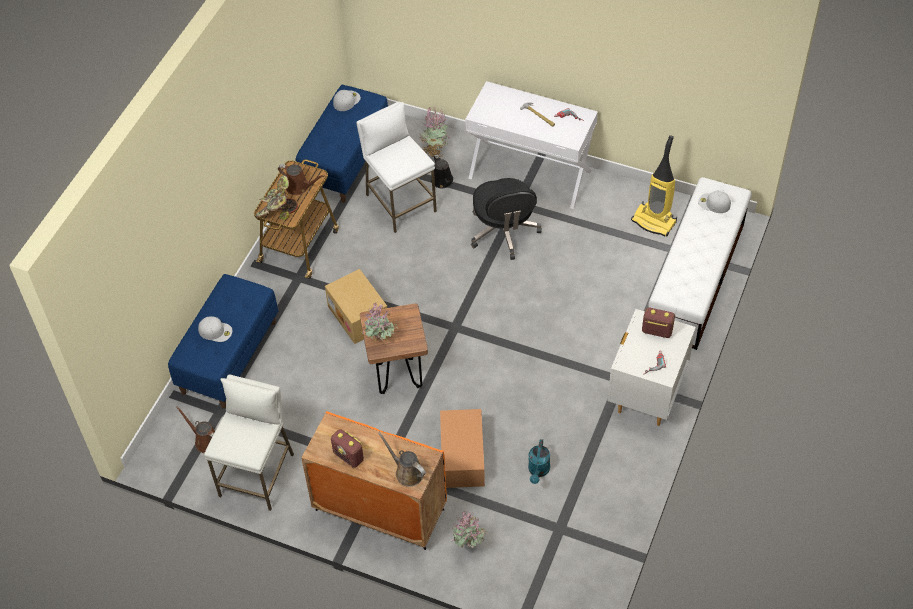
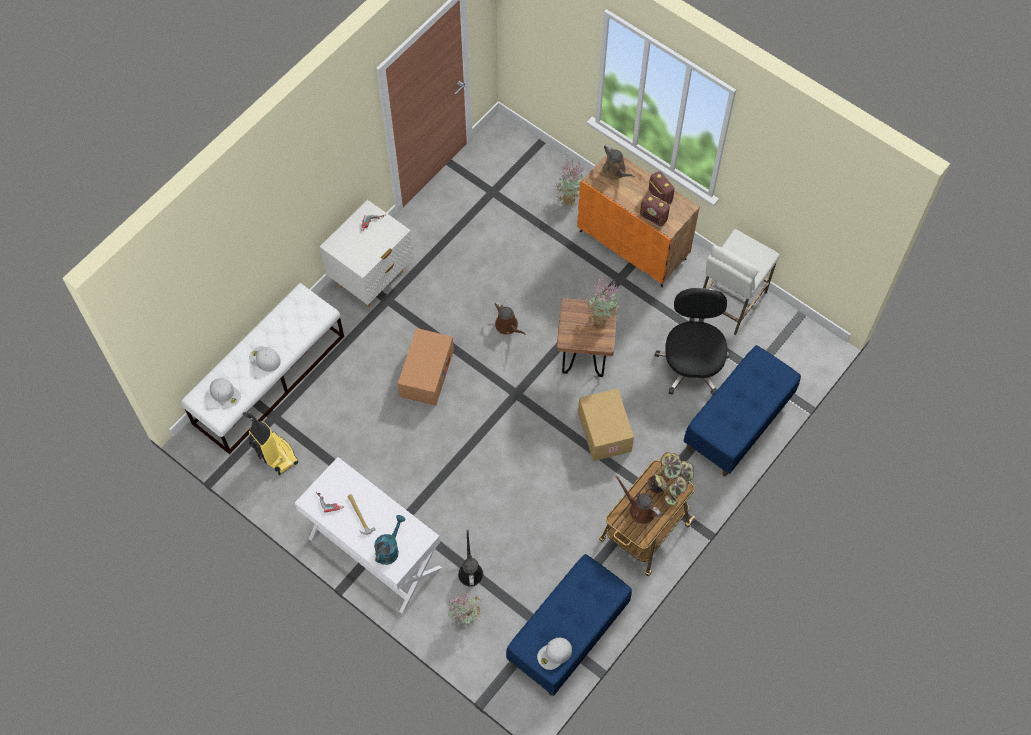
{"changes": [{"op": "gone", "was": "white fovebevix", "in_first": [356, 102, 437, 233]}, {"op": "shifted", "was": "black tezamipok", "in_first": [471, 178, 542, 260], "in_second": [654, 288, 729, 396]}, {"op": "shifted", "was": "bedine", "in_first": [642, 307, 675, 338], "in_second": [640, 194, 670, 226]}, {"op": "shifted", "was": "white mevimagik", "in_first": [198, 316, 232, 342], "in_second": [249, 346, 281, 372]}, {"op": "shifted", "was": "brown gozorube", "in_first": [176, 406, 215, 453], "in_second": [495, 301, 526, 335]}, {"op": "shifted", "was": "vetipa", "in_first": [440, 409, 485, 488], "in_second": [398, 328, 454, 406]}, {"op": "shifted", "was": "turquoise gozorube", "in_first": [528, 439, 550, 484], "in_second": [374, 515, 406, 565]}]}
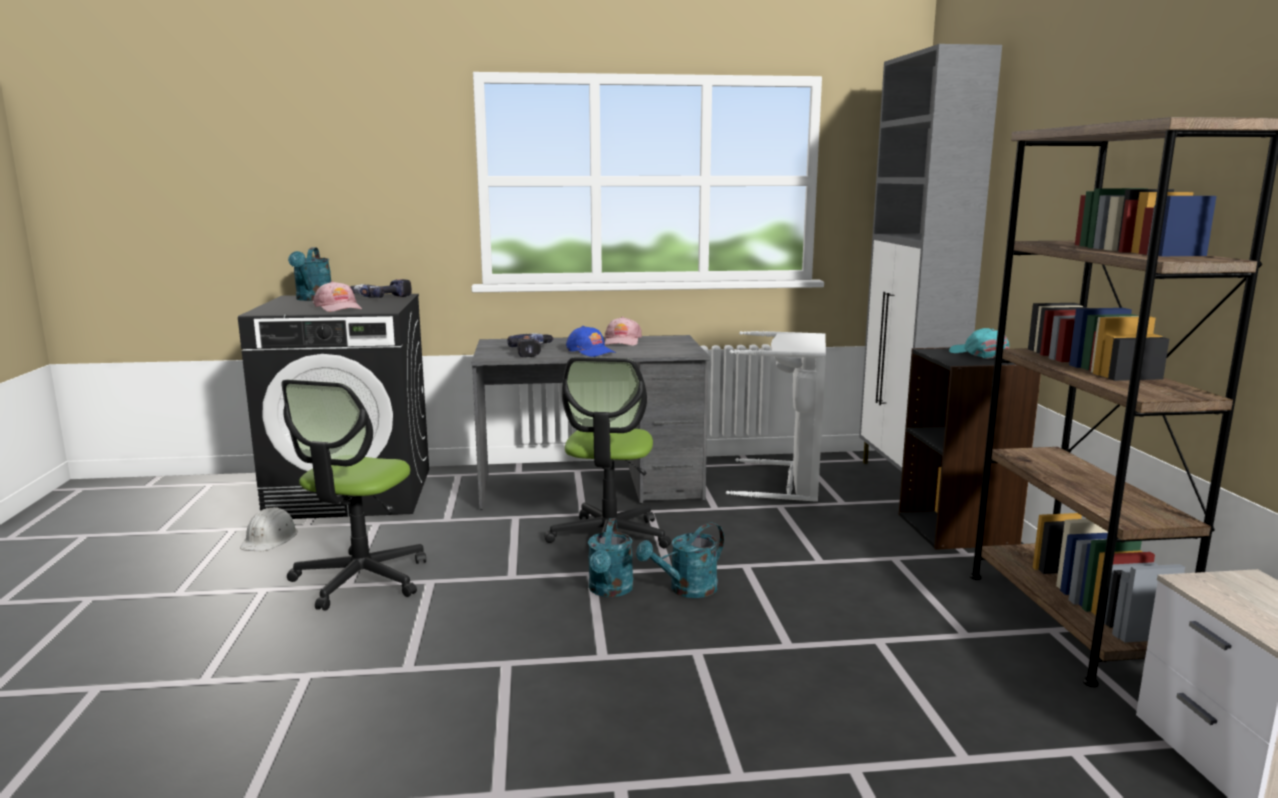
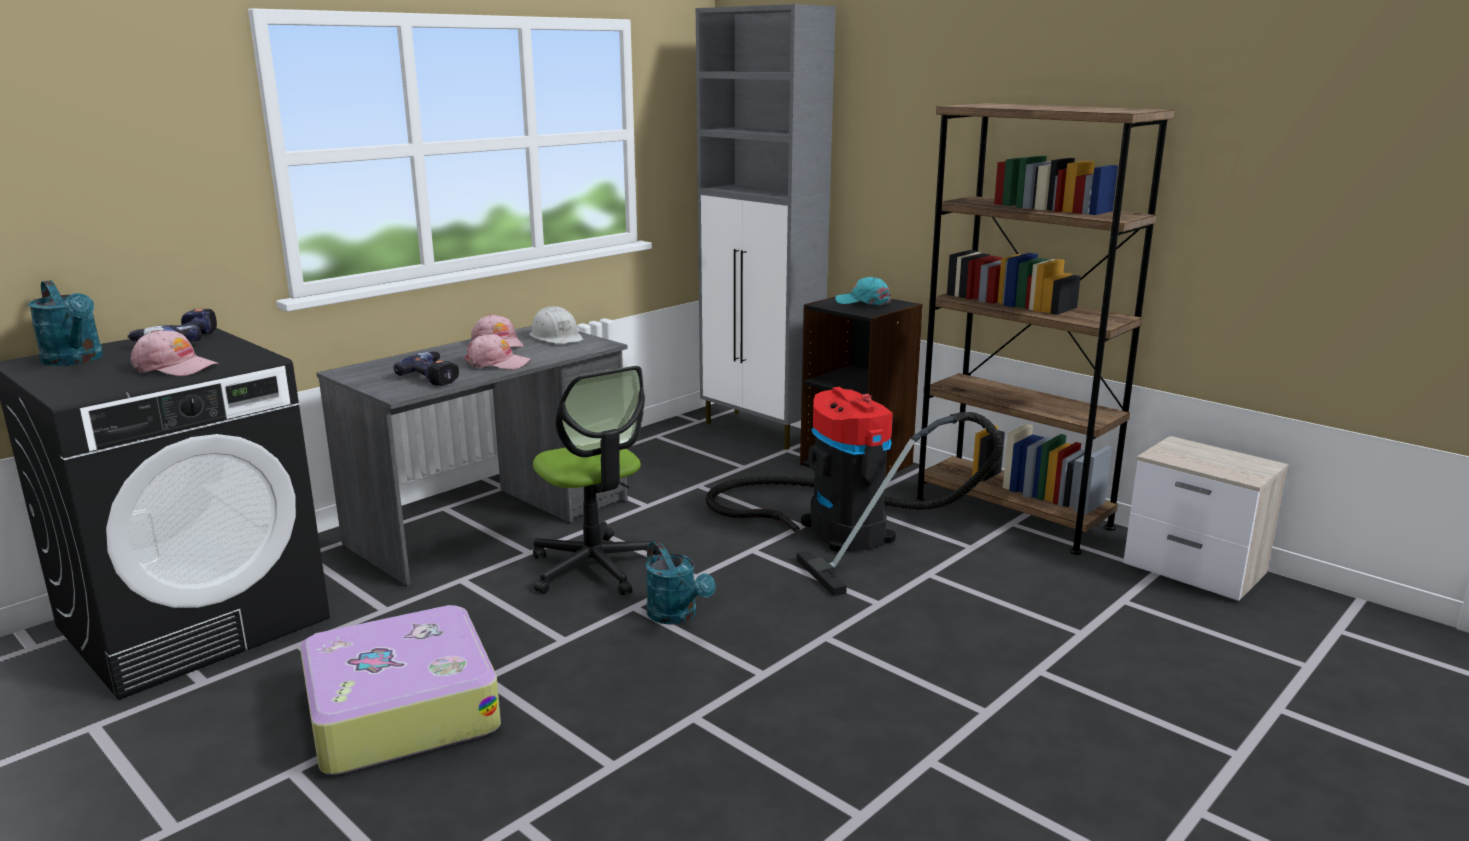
{"changes": [{"op": "repainted", "was": "blue mevimagik", "now": "pink mevimagik", "in_first": [566, 326, 616, 357], "in_second": [464, 334, 531, 369]}, {"op": "gone", "was": "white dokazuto", "in_first": [726, 331, 826, 502]}, {"op": "swapped", "was": "tezamipok", "now": "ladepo", "in_first": [281, 380, 426, 611], "in_second": [300, 605, 501, 775]}, {"op": "shifted", "was": "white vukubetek", "in_first": [240, 507, 298, 551], "in_second": [530, 306, 583, 344]}, {"op": "gone", "was": "turquoise gozorube", "in_first": [636, 523, 724, 598]}, {"op": "new", "now": "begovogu", "in_second": [706, 387, 1003, 596]}]}
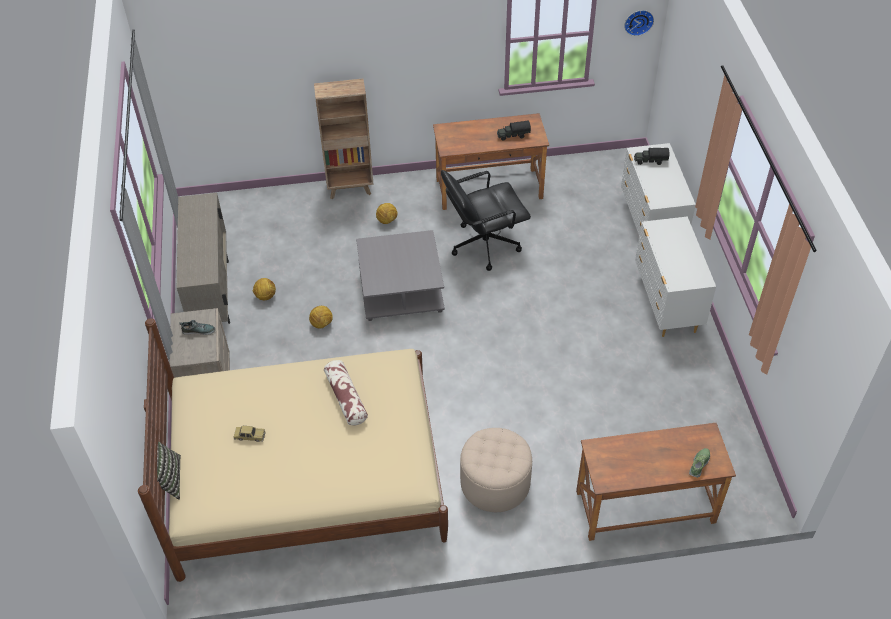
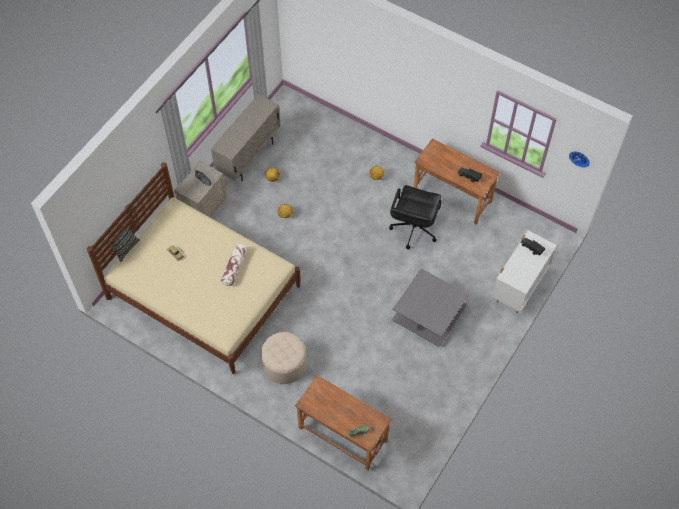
{"changes": [{"op": "gone", "was": "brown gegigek", "in_first": [314, 79, 374, 199]}, {"op": "rotated", "was": "black tezamipok", "in_first": [441, 170, 531, 271], "in_second": [389, 185, 442, 249], "clockwise": -90}, {"op": "gone", "was": "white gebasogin", "in_first": [635, 216, 716, 337]}, {"op": "shifted", "was": "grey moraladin", "in_first": [356, 230, 445, 321], "in_second": [392, 268, 469, 347]}]}
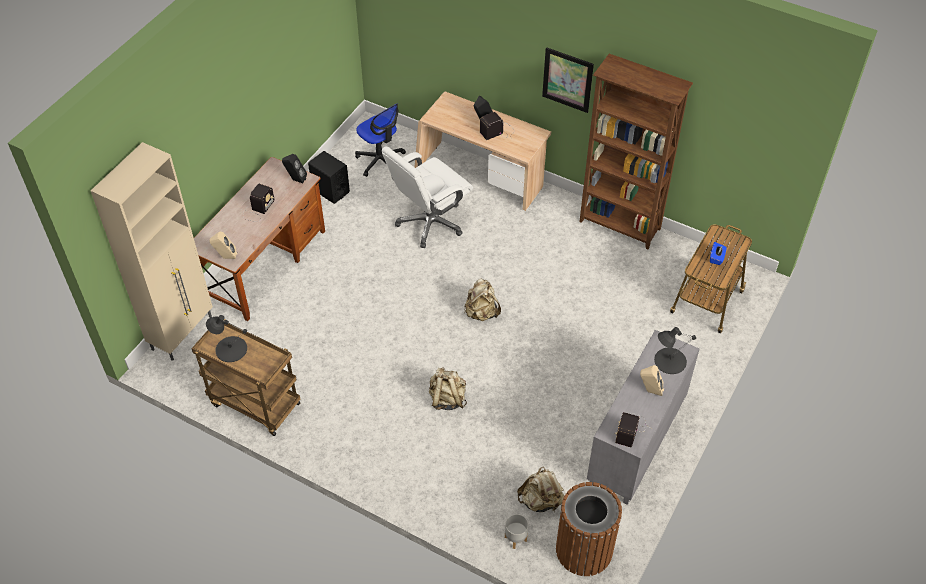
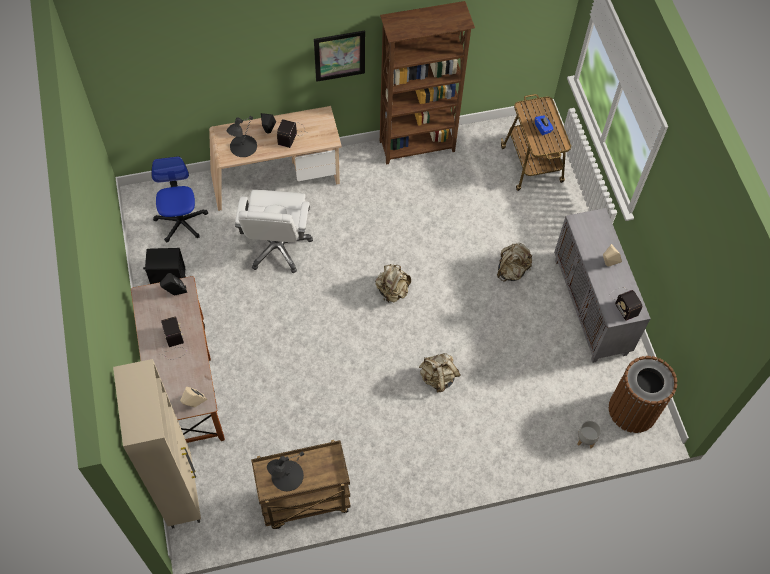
{"changes": [{"op": "rotated", "was": "tezamipok", "in_first": [355, 103, 406, 177], "in_second": [151, 156, 208, 242], "clockwise": -105}, {"op": "shifted", "was": "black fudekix", "in_first": [654, 327, 696, 374], "in_second": [227, 116, 257, 157]}, {"op": "shifted", "was": "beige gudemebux", "in_first": [517, 467, 564, 512], "in_second": [497, 243, 533, 282]}]}
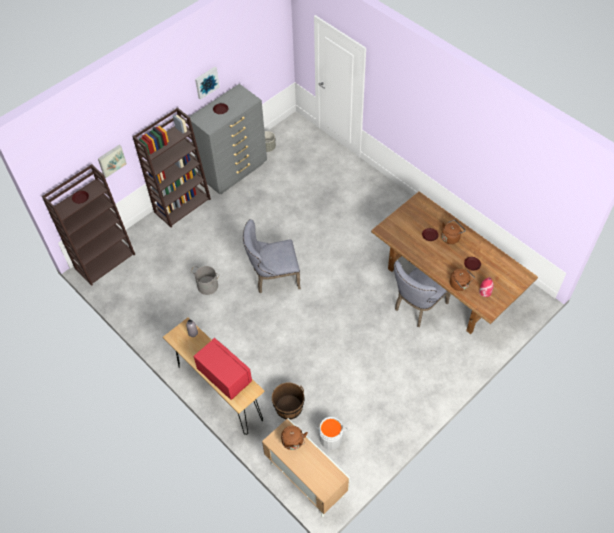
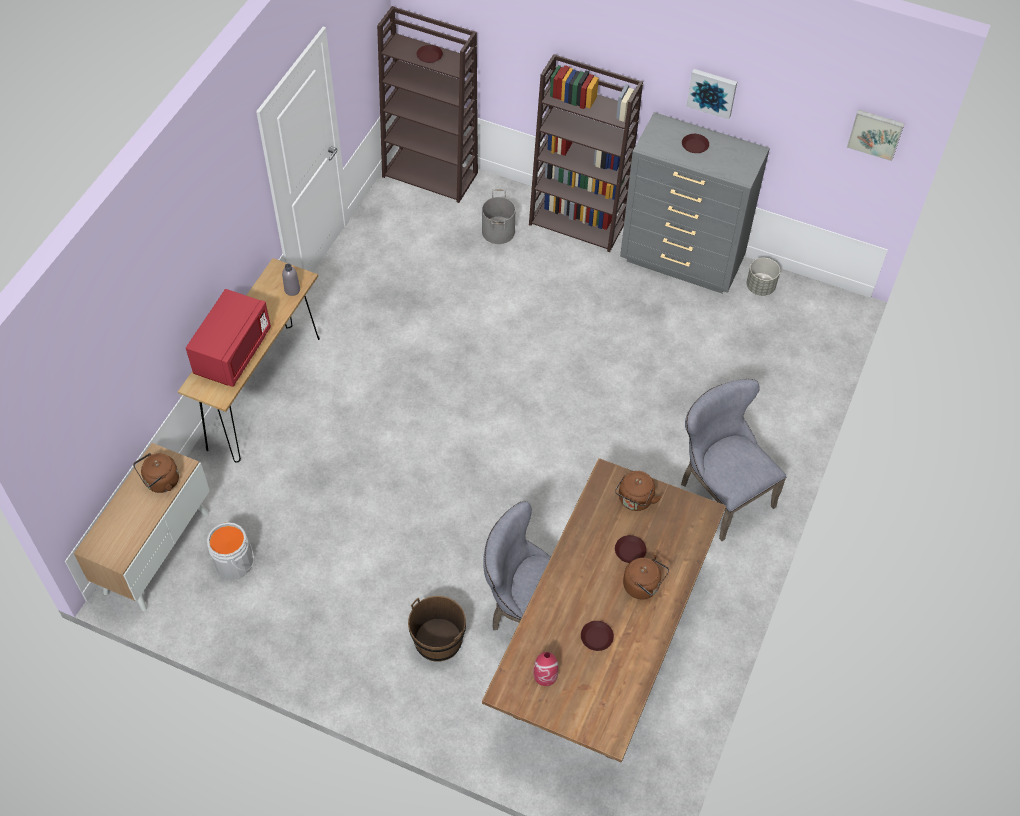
{"changes": [{"op": "shifted", "was": "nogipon", "in_first": [98, 145, 127, 178], "in_second": [847, 110, 905, 161]}, {"op": "shifted", "was": "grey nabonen", "in_first": [243, 219, 301, 293], "in_second": [681, 379, 787, 541]}, {"op": "shifted", "was": "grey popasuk", "in_first": [191, 266, 220, 295], "in_second": [482, 189, 515, 244]}, {"op": "shifted", "was": "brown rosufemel", "in_first": [450, 269, 475, 291], "in_second": [615, 471, 661, 511]}, {"op": "shifted", "was": "brown popasuk", "in_first": [272, 382, 305, 420], "in_second": [408, 596, 466, 662]}]}
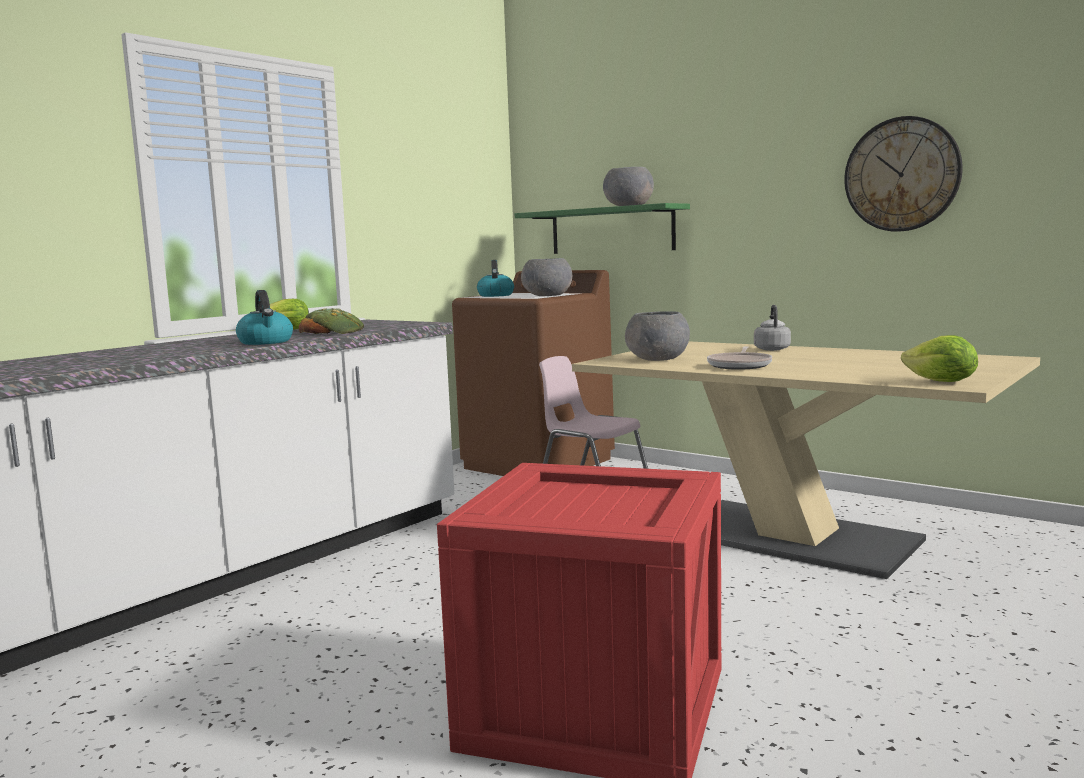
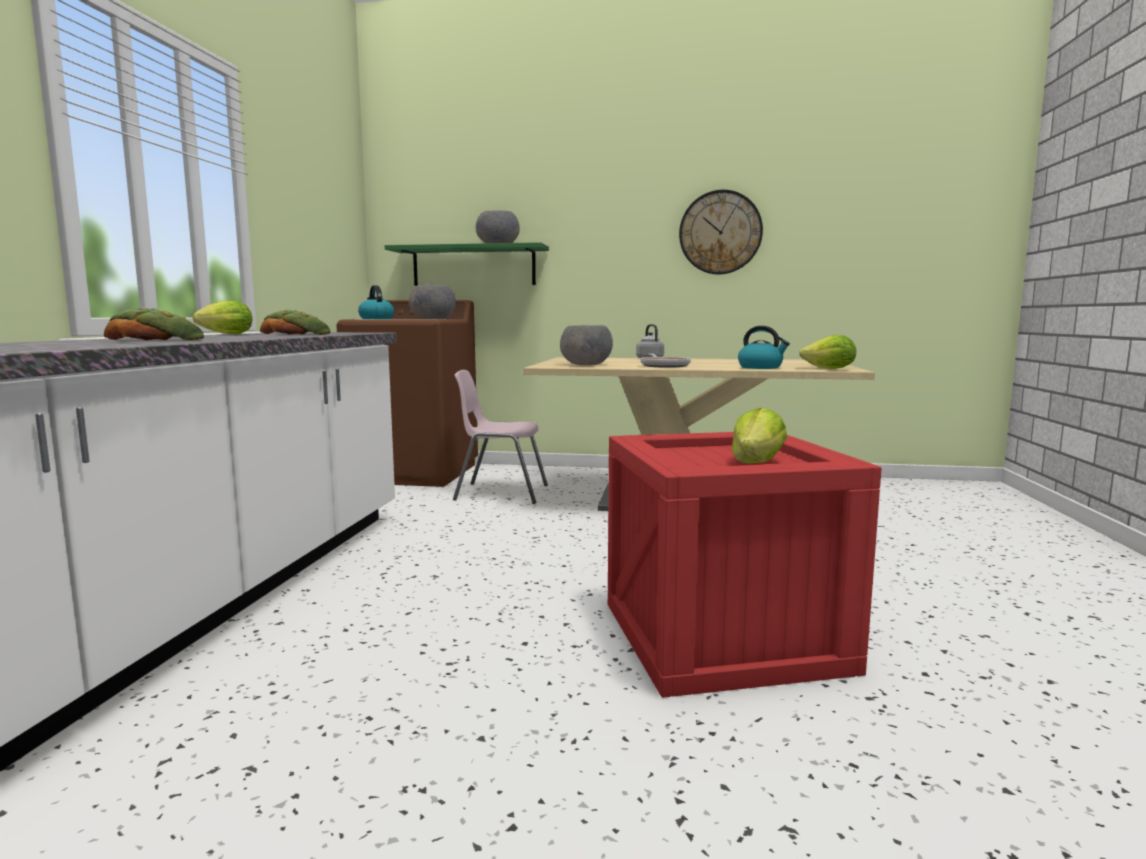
{"changes": [{"op": "shifted", "was": "rosufemel", "in_first": [236, 290, 293, 345], "in_second": [738, 326, 790, 369]}, {"op": "new", "now": "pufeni", "in_second": [104, 307, 204, 341]}, {"op": "new", "now": "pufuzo", "in_second": [731, 408, 787, 464]}]}
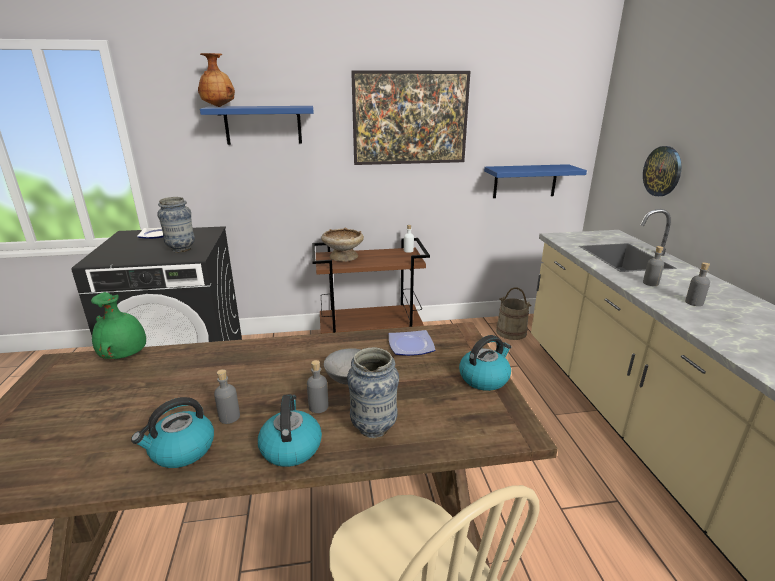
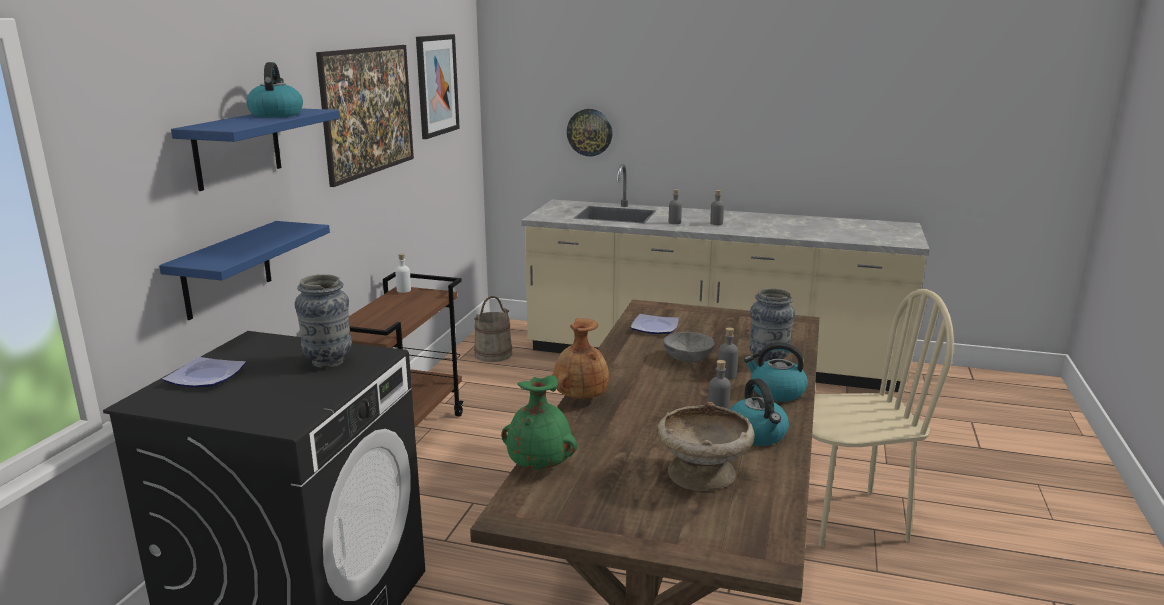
{"changes": [{"op": "shifted", "was": "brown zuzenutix", "in_first": [198, 53, 235, 107], "in_second": [554, 318, 609, 399]}, {"op": "shifted", "was": "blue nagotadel", "in_first": [484, 164, 587, 198], "in_second": [159, 221, 330, 320]}, {"op": "shifted", "was": "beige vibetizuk", "in_first": [321, 228, 364, 262], "in_second": [657, 402, 755, 491]}, {"op": "shifted", "was": "rosufemel", "in_first": [459, 335, 511, 391], "in_second": [246, 62, 303, 117]}, {"op": "new", "now": "nogipon", "in_second": [416, 34, 460, 139]}]}
